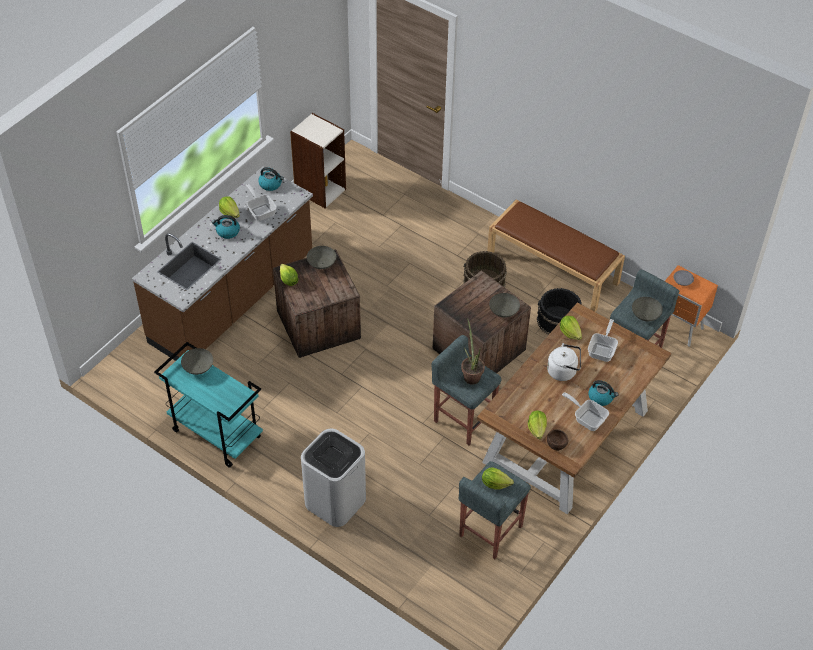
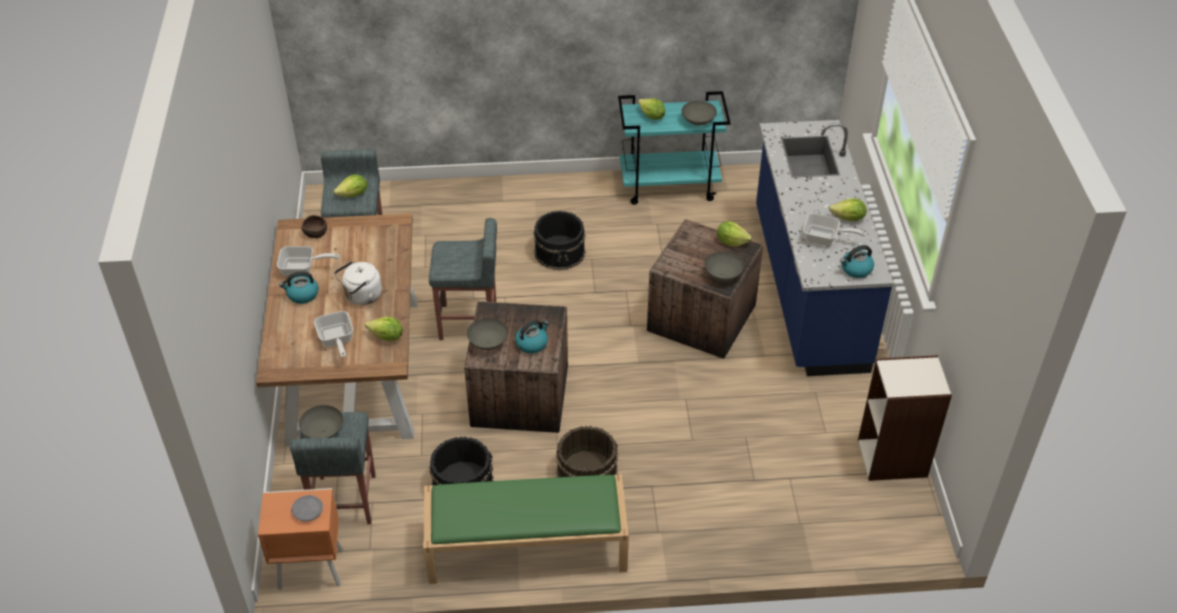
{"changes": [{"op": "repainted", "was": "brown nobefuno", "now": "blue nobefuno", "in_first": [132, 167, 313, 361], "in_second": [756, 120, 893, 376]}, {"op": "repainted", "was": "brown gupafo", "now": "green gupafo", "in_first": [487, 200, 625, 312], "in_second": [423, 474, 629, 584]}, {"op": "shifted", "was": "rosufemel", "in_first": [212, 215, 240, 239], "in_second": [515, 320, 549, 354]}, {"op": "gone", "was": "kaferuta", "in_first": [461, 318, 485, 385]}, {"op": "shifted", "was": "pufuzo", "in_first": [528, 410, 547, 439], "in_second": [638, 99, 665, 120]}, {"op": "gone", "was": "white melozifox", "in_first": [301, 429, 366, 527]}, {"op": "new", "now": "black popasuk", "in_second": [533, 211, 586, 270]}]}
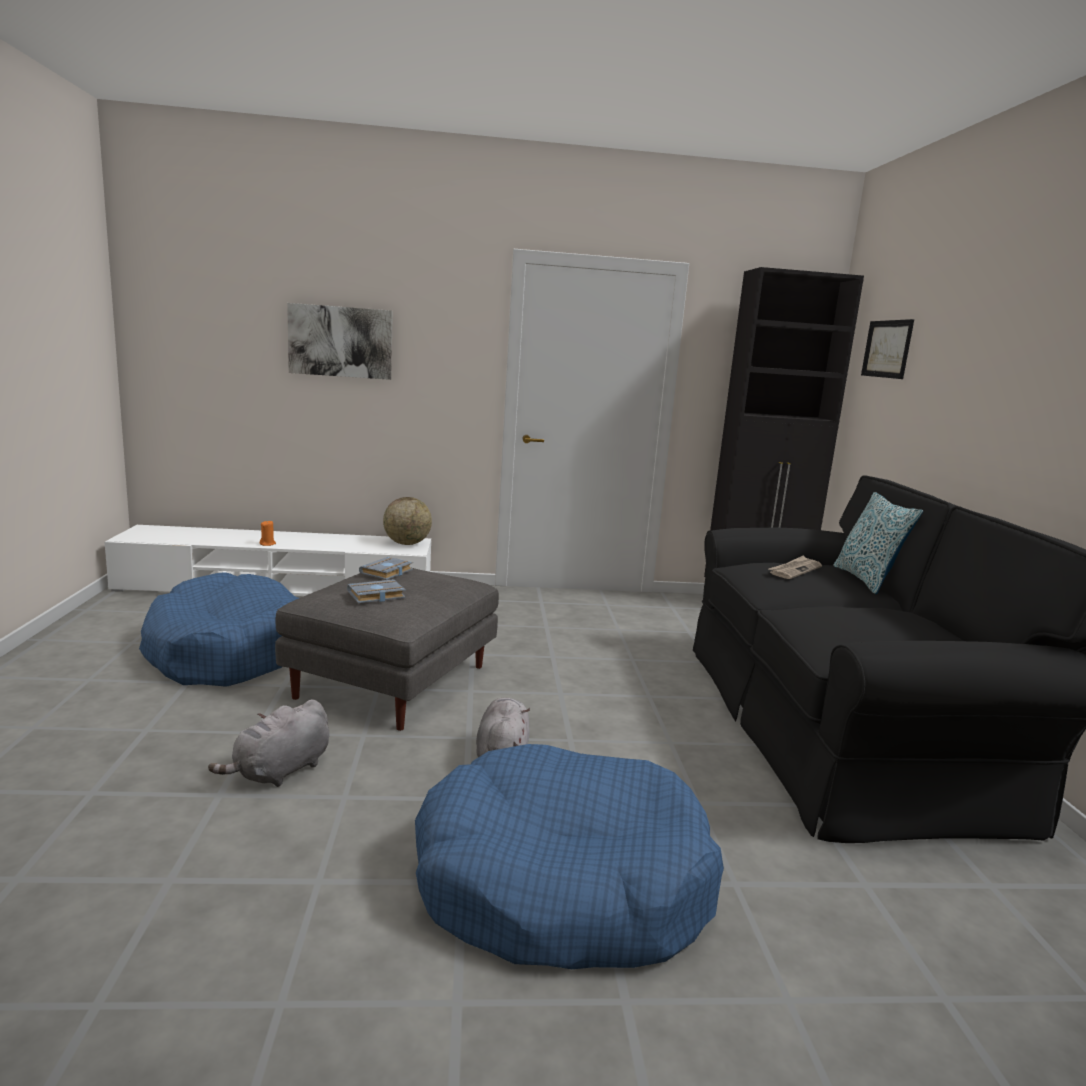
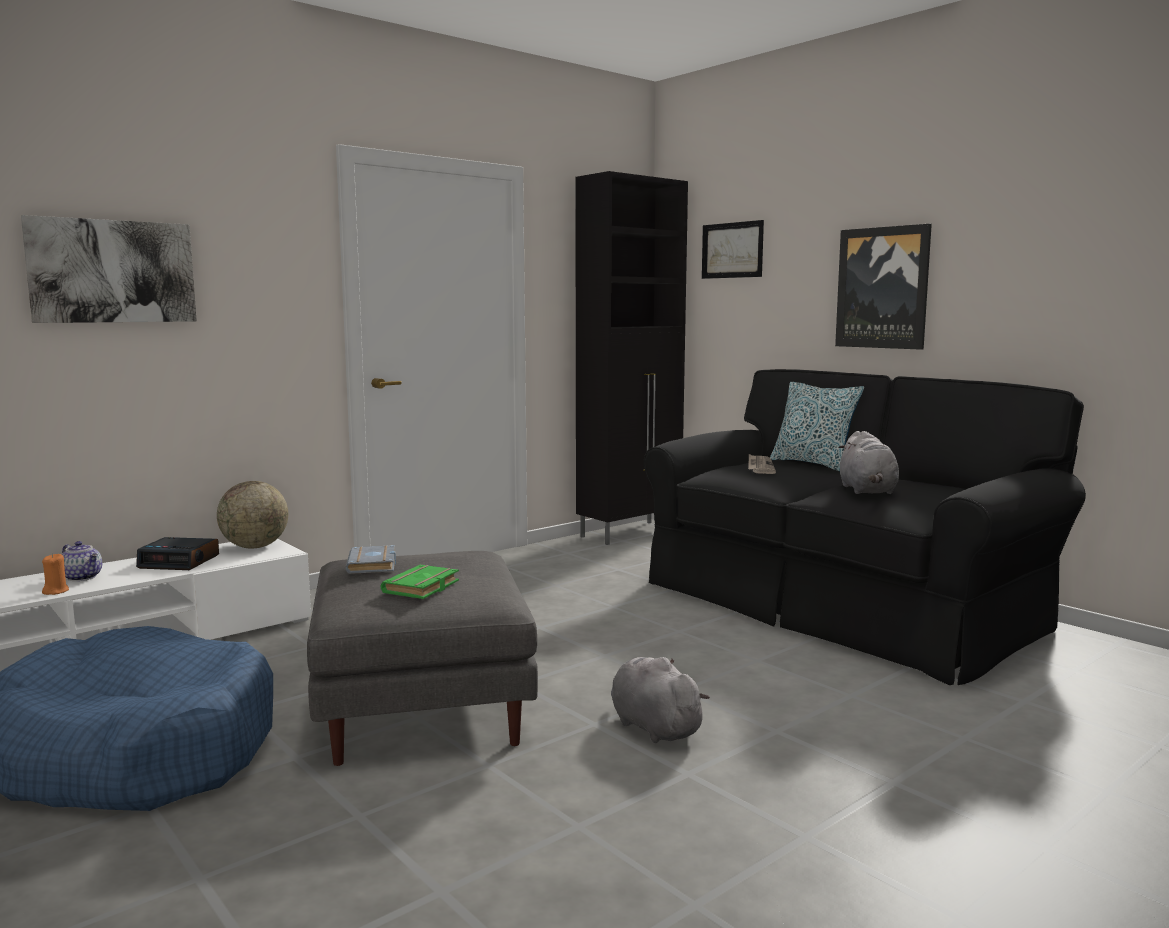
{"changes": [{"op": "repainted", "was": "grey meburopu", "now": "green meburopu", "in_first": [347, 579, 406, 603], "in_second": [381, 565, 459, 599]}, {"op": "shifted", "was": "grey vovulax", "in_first": [208, 699, 329, 787], "in_second": [838, 431, 899, 494]}, {"op": "gone", "was": "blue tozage", "in_first": [415, 744, 724, 969]}, {"op": "new", "now": "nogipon", "in_second": [835, 224, 932, 350]}, {"op": "new", "now": "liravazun", "in_second": [136, 537, 219, 570]}, {"op": "new", "now": "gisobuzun", "in_second": [62, 541, 102, 581]}]}
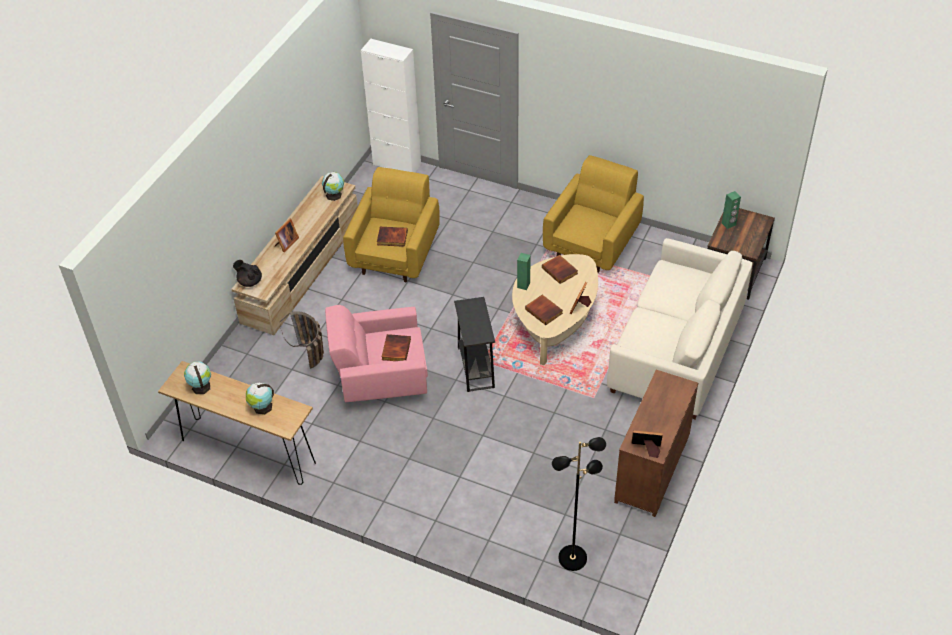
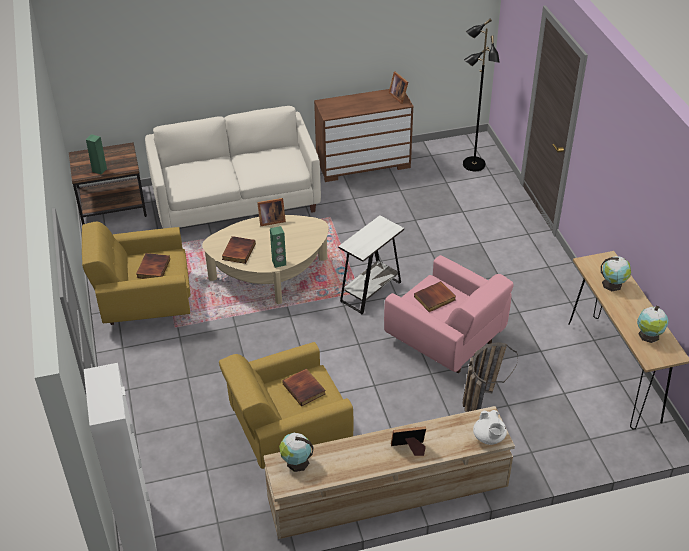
{"changes": [{"op": "repainted", "was": "black gisobuzun", "now": "white gisobuzun", "in_first": [233, 260, 262, 287], "in_second": [473, 410, 507, 445]}, {"op": "shifted", "was": "meburopu", "in_first": [525, 295, 563, 325], "in_second": [136, 253, 170, 279]}, {"op": "repainted", "was": "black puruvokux", "now": "white puruvokux", "in_first": [454, 297, 495, 392], "in_second": [338, 215, 404, 314]}]}
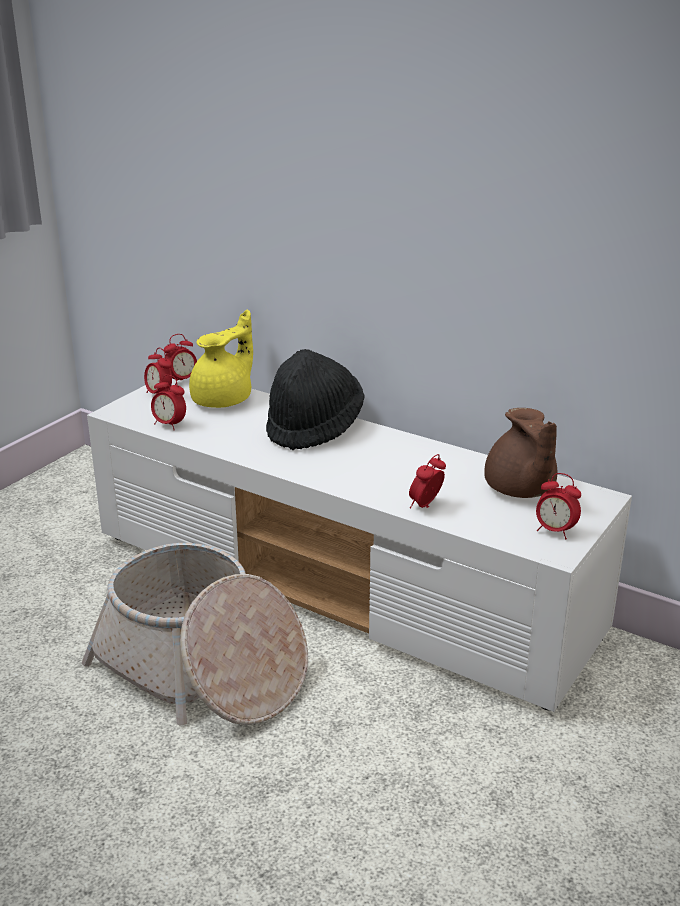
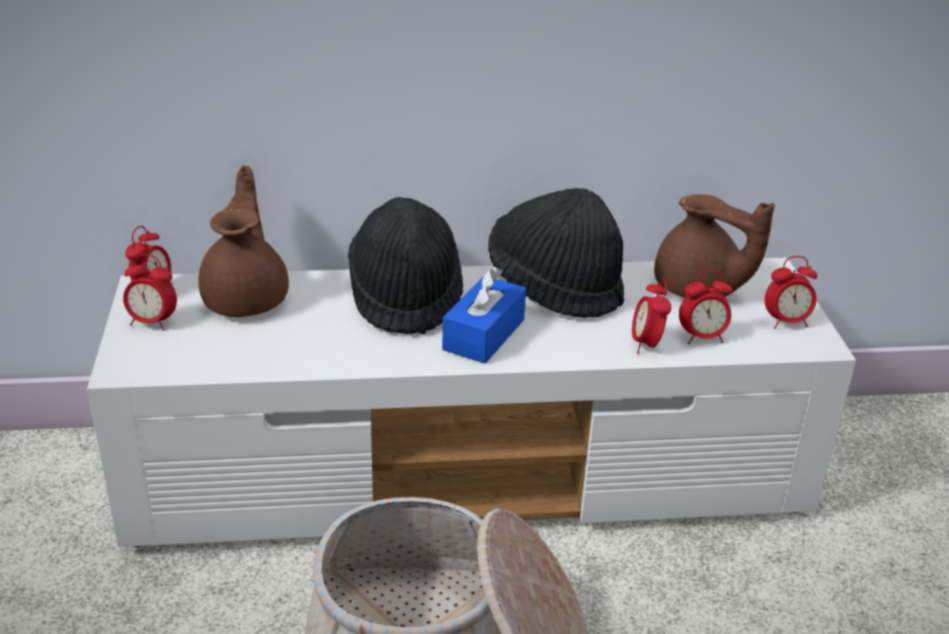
{"changes": [{"op": "repainted", "was": "yellow gisobuzun", "now": "brown gisobuzun", "in_first": [189, 309, 253, 408], "in_second": [199, 165, 289, 317]}, {"op": "shifted", "was": "liravazun", "in_first": [151, 375, 186, 430], "in_second": [679, 270, 732, 344]}, {"op": "new", "now": "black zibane", "in_second": [488, 188, 624, 318]}, {"op": "new", "now": "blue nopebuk", "in_second": [442, 267, 526, 364]}]}
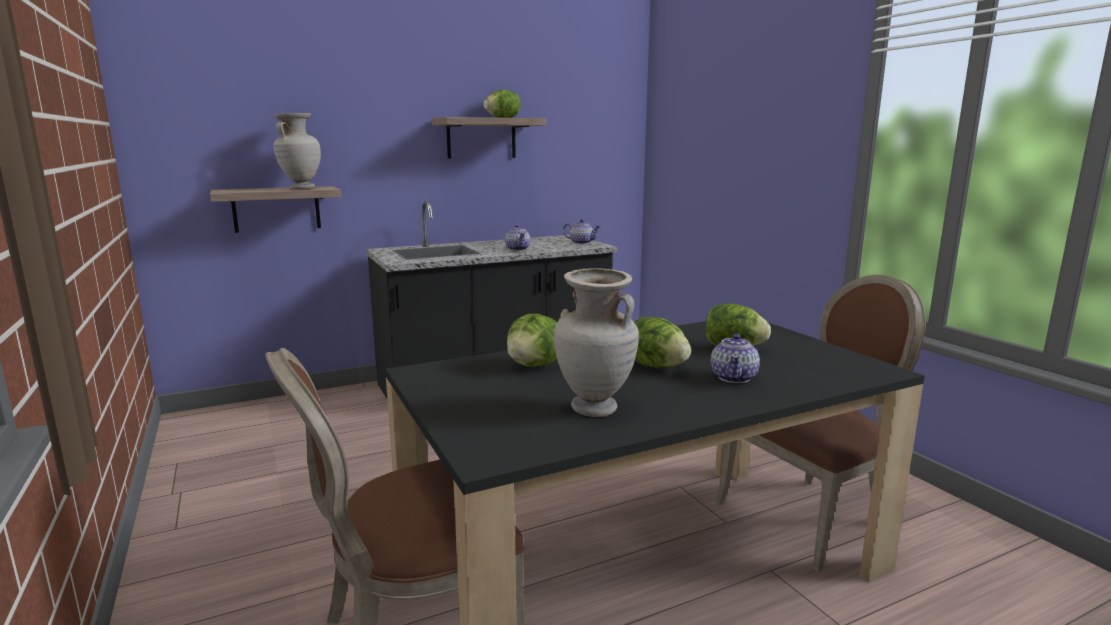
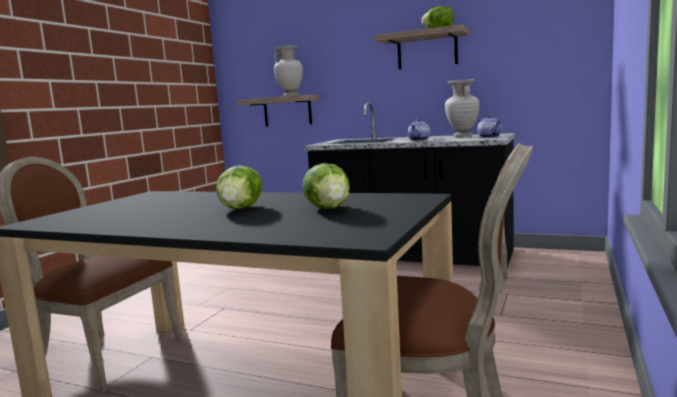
{"changes": [{"op": "shifted", "was": "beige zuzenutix", "in_first": [553, 268, 639, 417], "in_second": [445, 79, 479, 137]}, {"op": "gone", "was": "pufuzo", "in_first": [507, 314, 557, 367]}, {"op": "gone", "was": "gisobuzun", "in_first": [711, 334, 760, 383]}]}
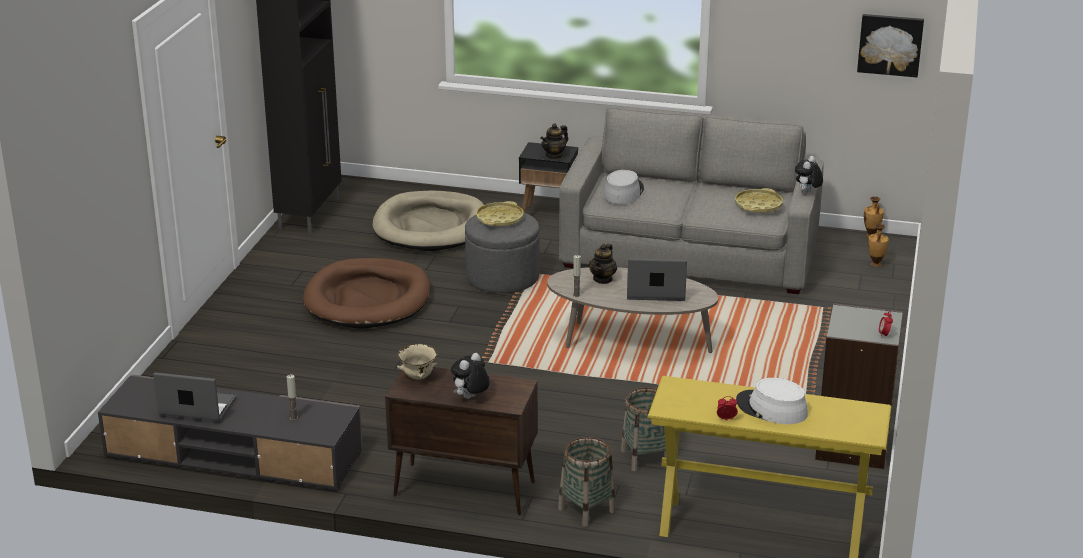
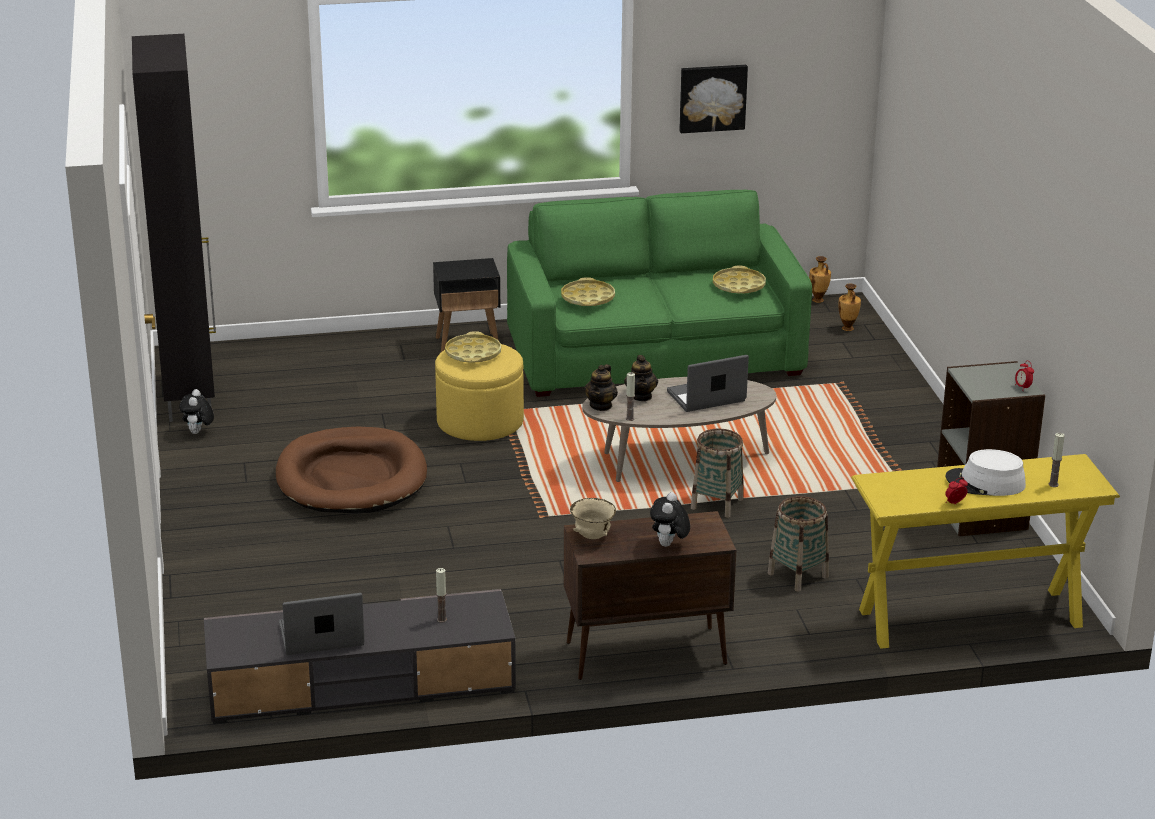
{"changes": [{"op": "shifted", "was": "nogipon", "in_first": [857, 14, 924, 77], "in_second": [679, 65, 748, 133]}, {"op": "repainted", "was": "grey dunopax", "now": "green dunopax", "in_first": [559, 106, 824, 294], "in_second": [507, 190, 812, 397]}, {"op": "shifted", "was": "gisobuzun", "in_first": [540, 123, 568, 160], "in_second": [584, 364, 618, 411]}, {"op": "shifted", "was": "vovulax", "in_first": [795, 156, 823, 194], "in_second": [179, 389, 214, 434]}, {"op": "swapped", "was": "grey zibane", "now": "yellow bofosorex", "in_first": [603, 170, 644, 204], "in_second": [561, 277, 615, 306]}, {"op": "gone", "was": "beige tozage", "in_first": [372, 191, 484, 251]}, {"op": "repainted", "was": "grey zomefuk", "now": "yellow zomefuk", "in_first": [465, 213, 539, 293], "in_second": [435, 344, 524, 441]}, {"op": "shifted", "was": "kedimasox", "in_first": [558, 437, 615, 527], "in_second": [691, 429, 744, 518]}, {"op": "new", "now": "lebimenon", "in_second": [1049, 433, 1065, 487]}]}
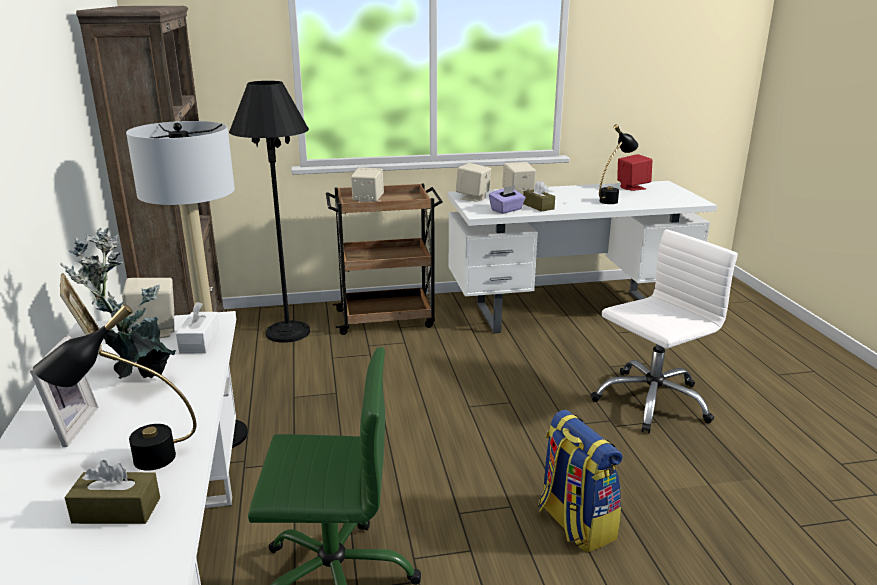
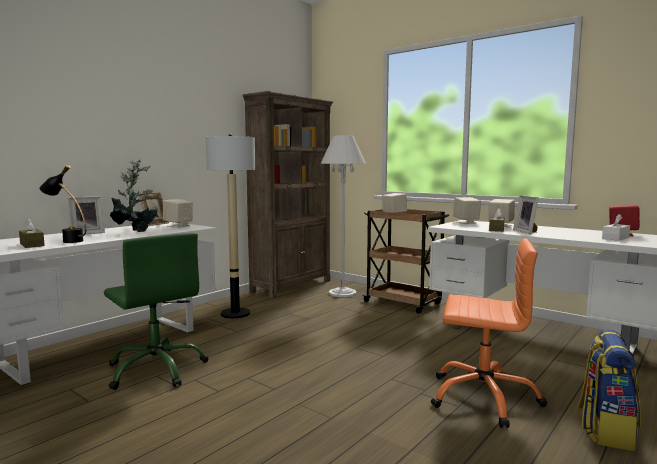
{"changes": [{"op": "repainted", "was": "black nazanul", "now": "white nazanul", "in_first": [229, 81, 310, 343], "in_second": [320, 135, 366, 297]}, {"op": "gone", "was": "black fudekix", "in_first": [599, 124, 639, 204]}, {"op": "gone", "was": "purple nopebuk", "in_first": [489, 185, 525, 214]}, {"op": "repainted", "was": "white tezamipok", "now": "orange tezamipok", "in_first": [591, 229, 738, 433], "in_second": [431, 238, 547, 428]}, {"op": "shifted", "was": "white nopebuk", "in_first": [176, 302, 220, 353], "in_second": [602, 214, 630, 241]}, {"op": "shifted", "was": "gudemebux", "in_first": [538, 410, 623, 553], "in_second": [578, 329, 641, 451]}, {"op": "new", "now": "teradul", "in_second": [513, 195, 539, 234]}]}
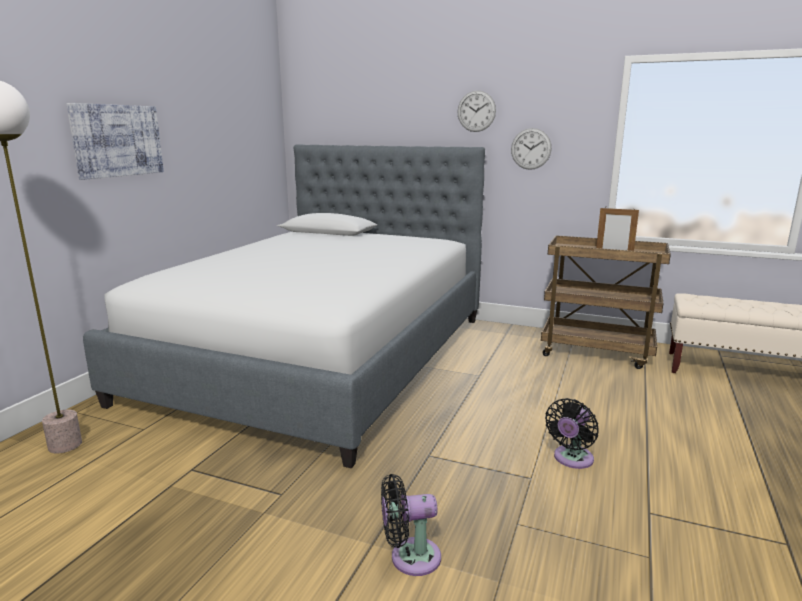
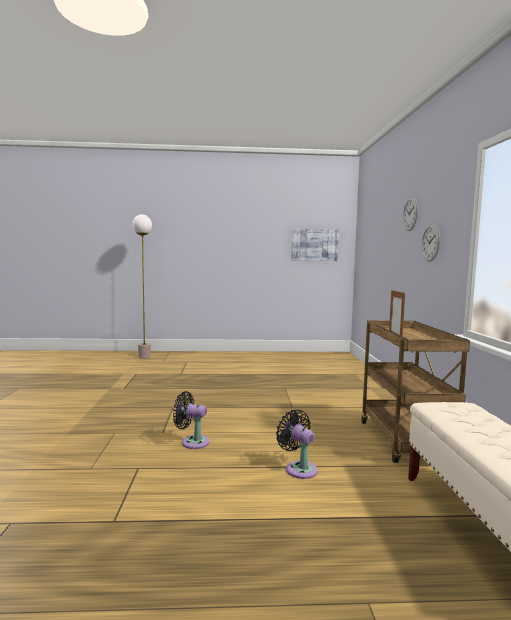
{"changes": [{"op": "shifted", "was": "nogipon", "in_first": [66, 103, 164, 180], "in_second": [291, 229, 339, 261]}, {"op": "gone", "was": "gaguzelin", "in_first": [83, 144, 485, 468]}, {"op": "shifted", "was": "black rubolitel", "in_first": [381, 474, 441, 576], "in_second": [276, 410, 318, 479]}]}
